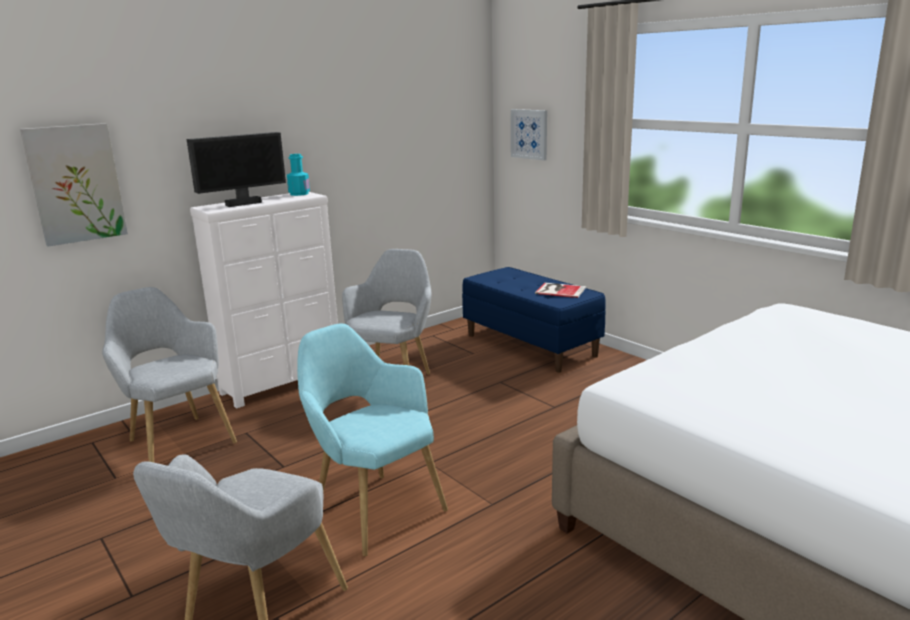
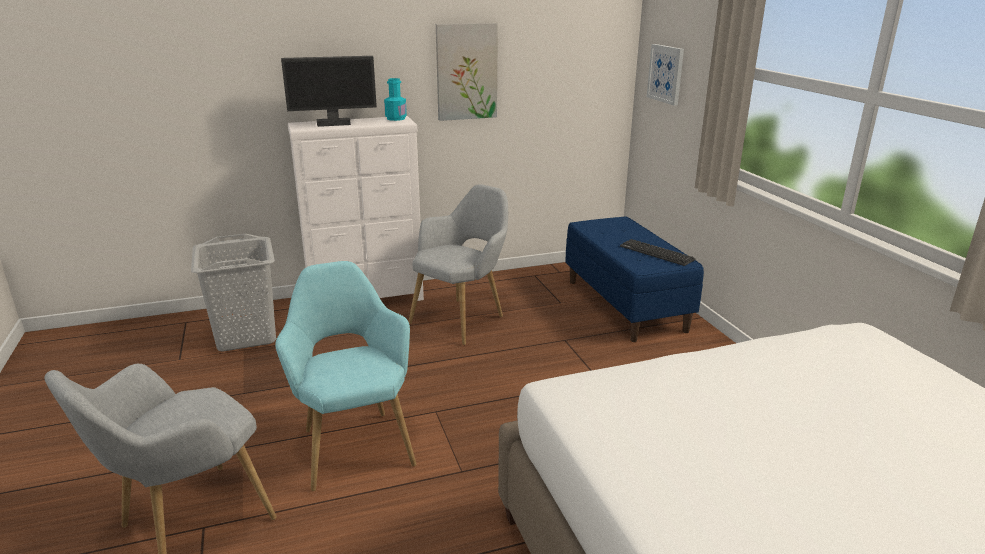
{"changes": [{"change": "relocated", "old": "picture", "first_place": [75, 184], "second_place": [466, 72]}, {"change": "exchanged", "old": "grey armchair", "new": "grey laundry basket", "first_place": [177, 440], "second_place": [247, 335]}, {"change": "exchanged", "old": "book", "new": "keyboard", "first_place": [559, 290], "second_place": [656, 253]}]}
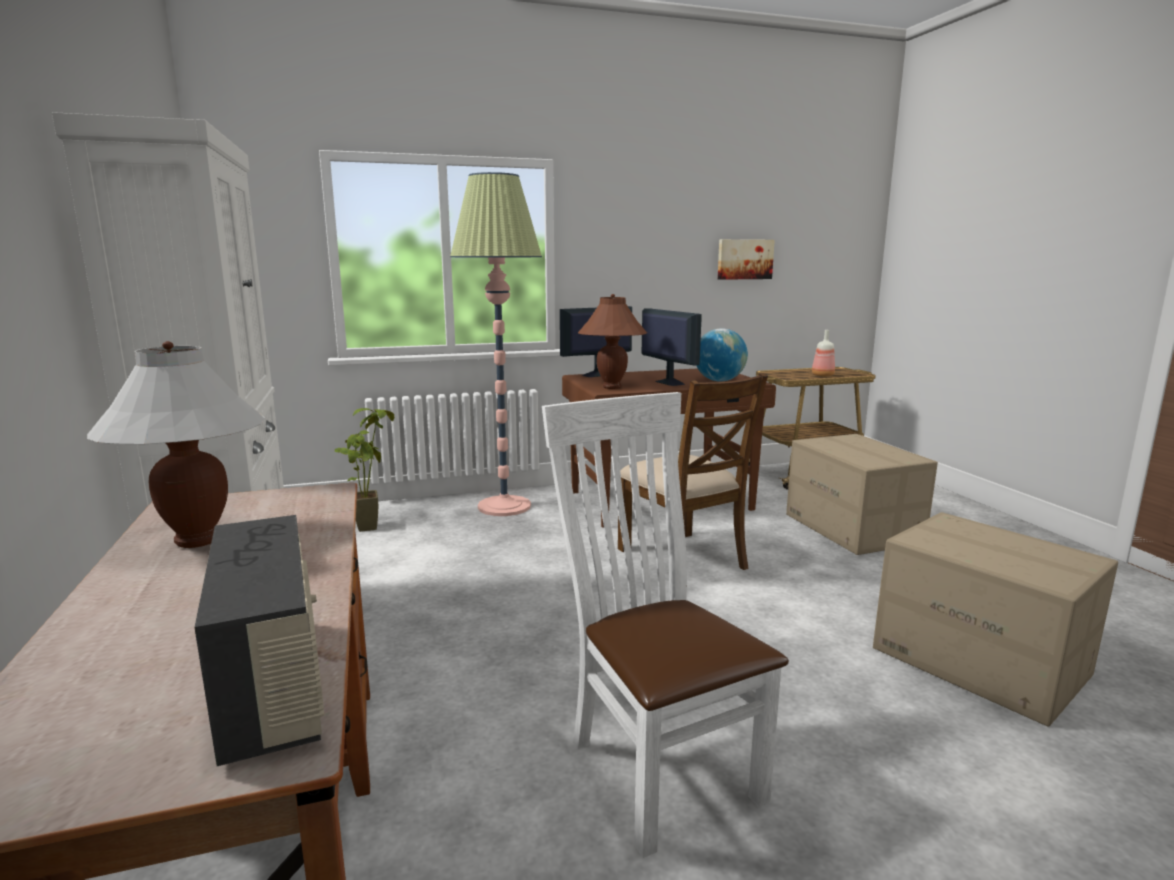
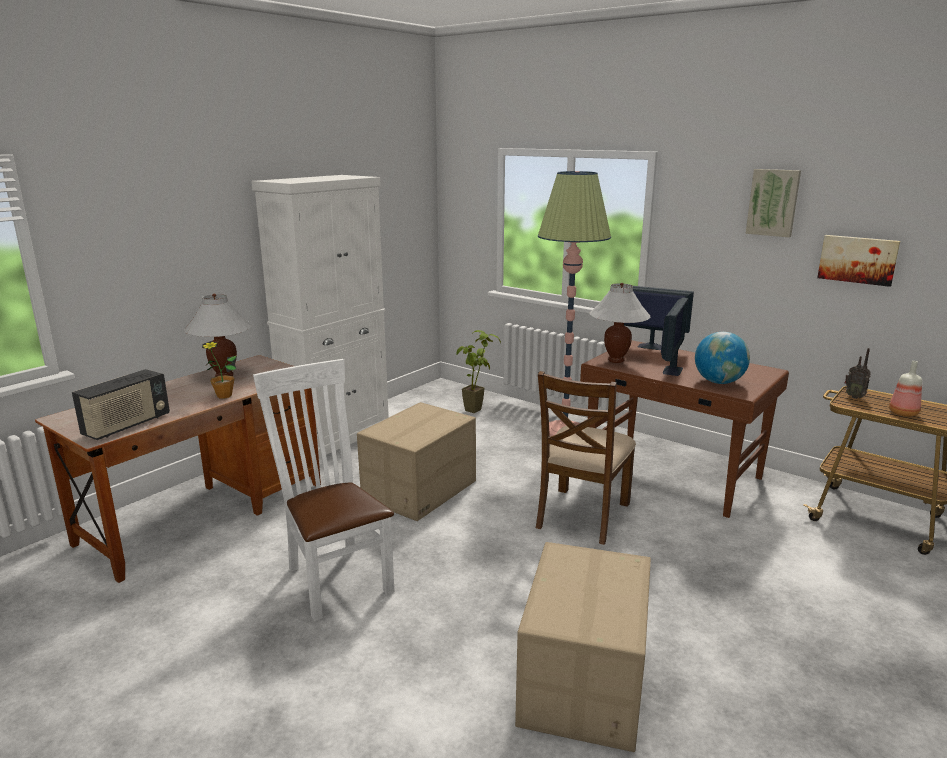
{"changes": [{"change": "appeared", "new": "potted plant", "second_place": [224, 396]}, {"change": "appeared", "new": "picture", "second_place": [773, 202]}, {"change": "appeared", "new": "radio", "second_place": [854, 396]}, {"change": "relocated", "old": "cardboard box", "first_place": [853, 528], "second_place": [420, 490]}, {"change": "colour", "old": "brown table lamp", "new": "white table lamp", "first_place": [611, 387], "second_place": [616, 360]}, {"change": "spun", "old": "white chair", "first_place": [655, 764], "second_place": [335, 577], "degrees": -60}]}
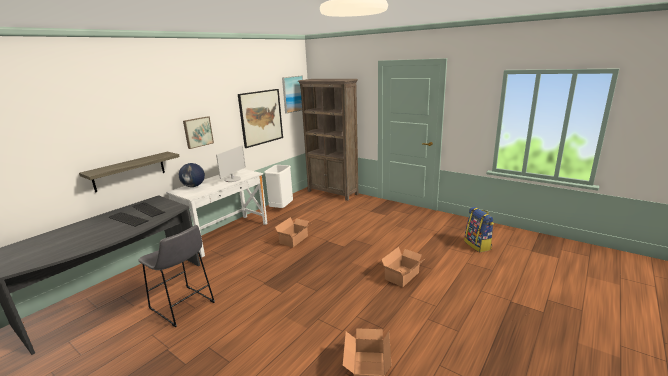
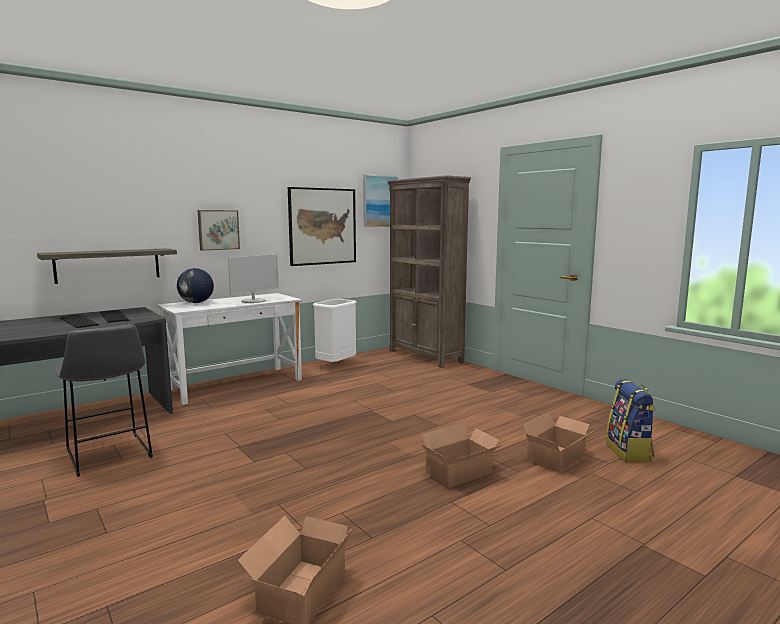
{"changes": [{"change": "relocated", "old": "cardboard box", "first_place": [295, 239], "second_place": [559, 458]}]}
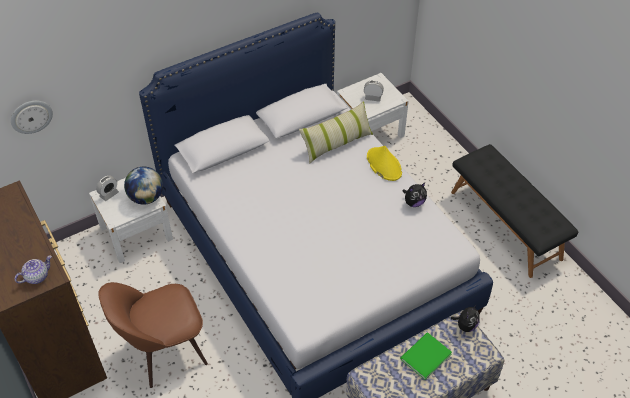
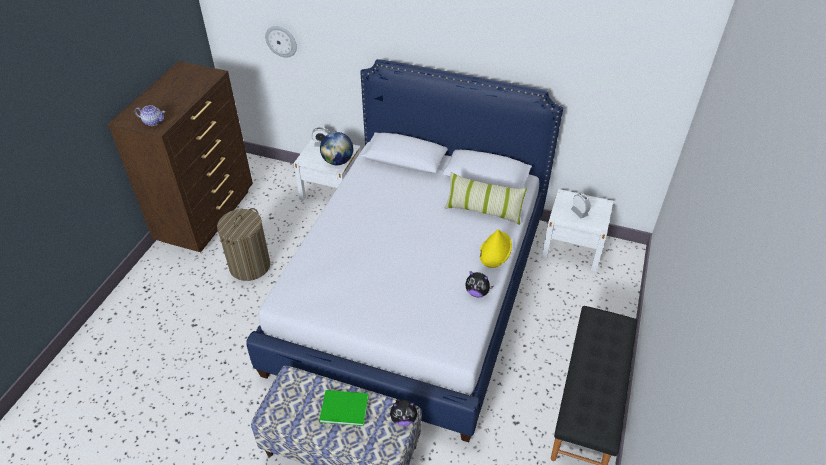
{"changes": [{"change": "exchanged", "old": "brown chair", "new": "laundry basket", "first_place": [163, 350], "second_place": [250, 266]}]}
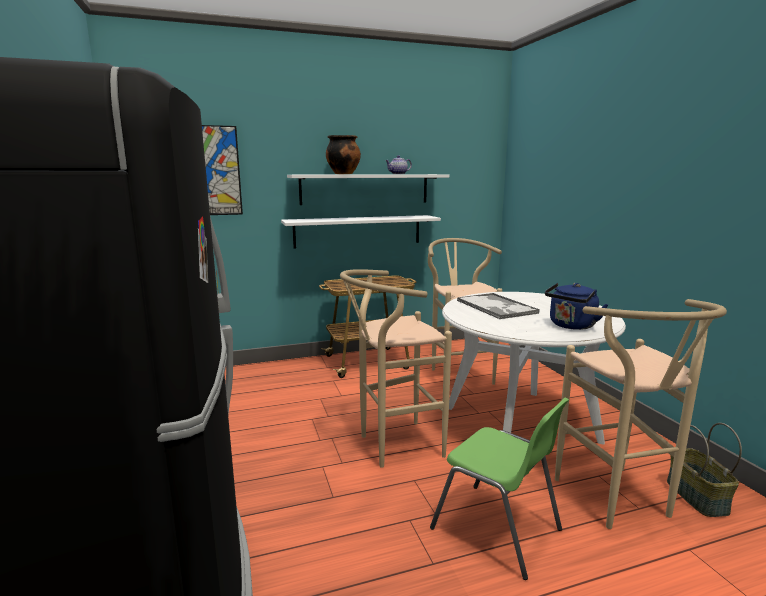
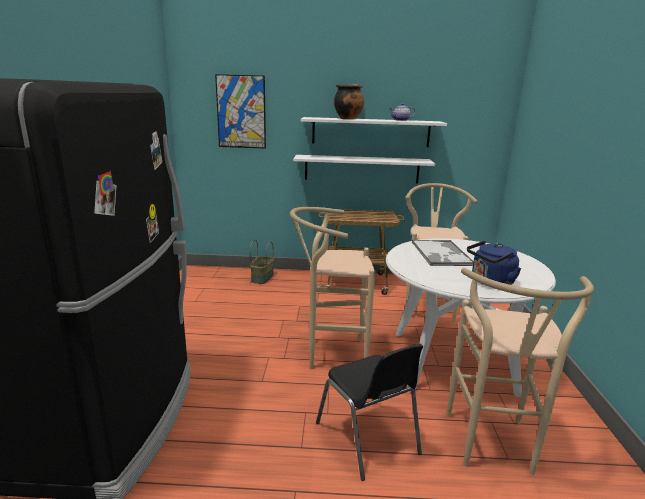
{"changes": [{"change": "relocated", "old": "basket", "first_place": [695, 496], "second_place": [262, 277]}, {"change": "colour", "old": "green chair", "new": "black chair", "first_place": [498, 530], "second_place": [368, 439]}]}
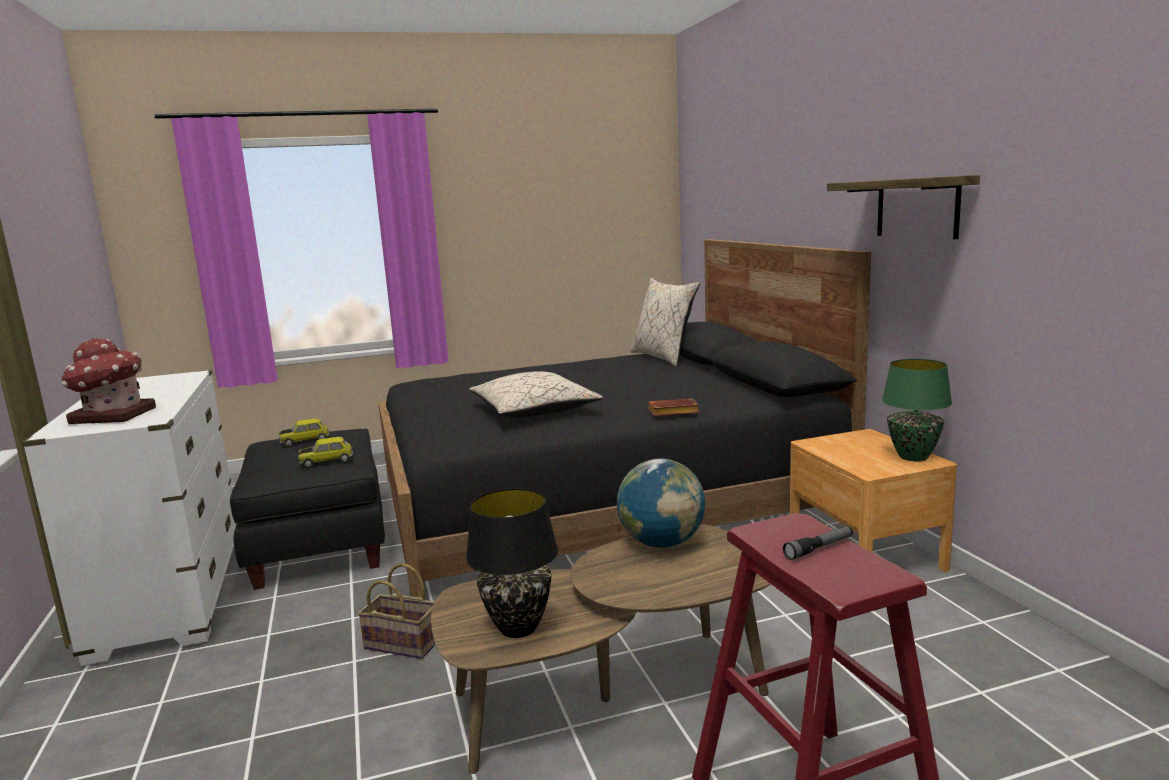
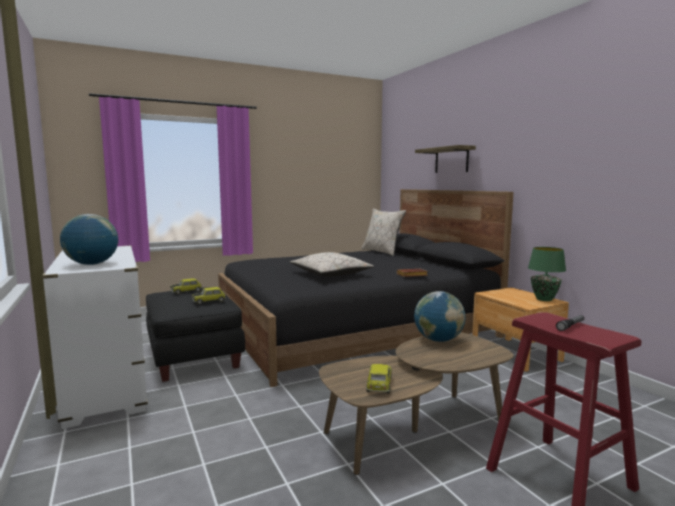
{"changes": [{"change": "missing", "old": "basket", "first_place": [405, 643]}, {"change": "relocated", "old": "shelf", "first_place": [917, 207], "second_place": [451, 160]}, {"change": "exchanged", "old": "toy house", "new": "globe", "first_place": [112, 416], "second_place": [92, 264]}, {"change": "exchanged", "old": "black table lamp", "new": "toy car", "first_place": [517, 628], "second_place": [379, 385]}]}
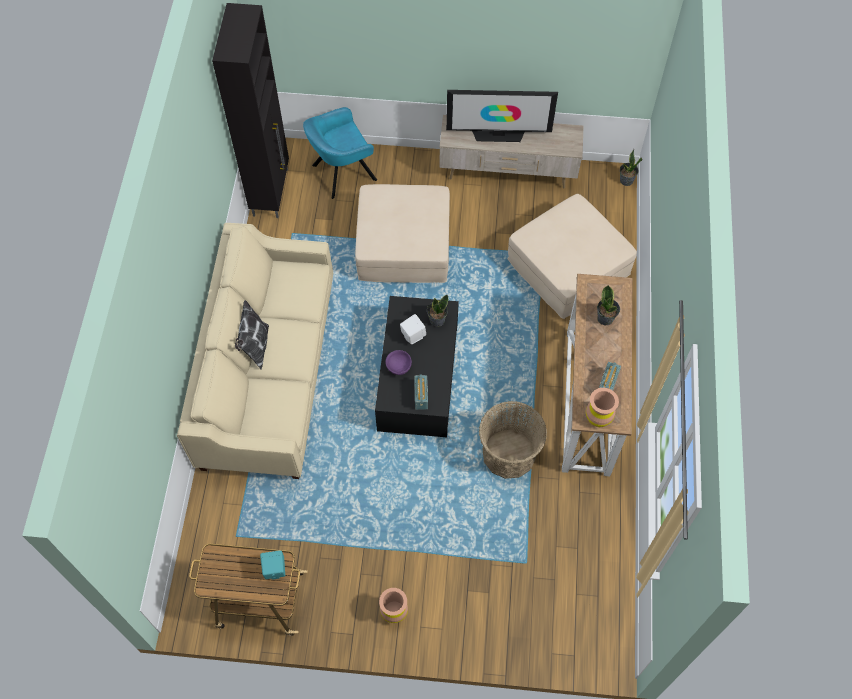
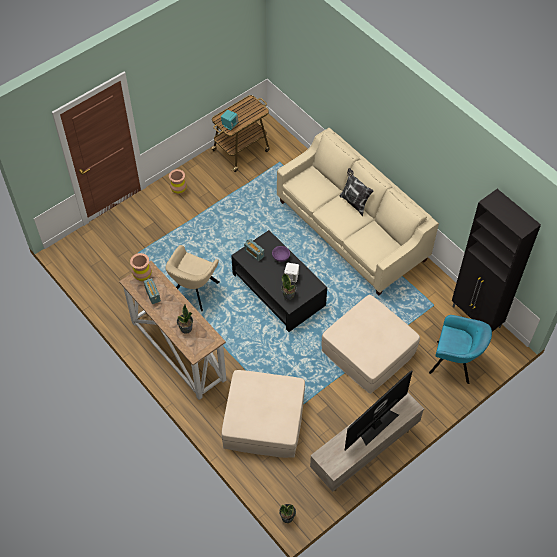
{"changes": [{"change": "exchanged", "old": "basket", "new": "beige armchair", "first_place": [509, 454], "second_place": [193, 292]}, {"change": "spun", "old": "turquoise armchair", "first_place": [341, 173], "second_place": [455, 362], "degrees": 90}]}
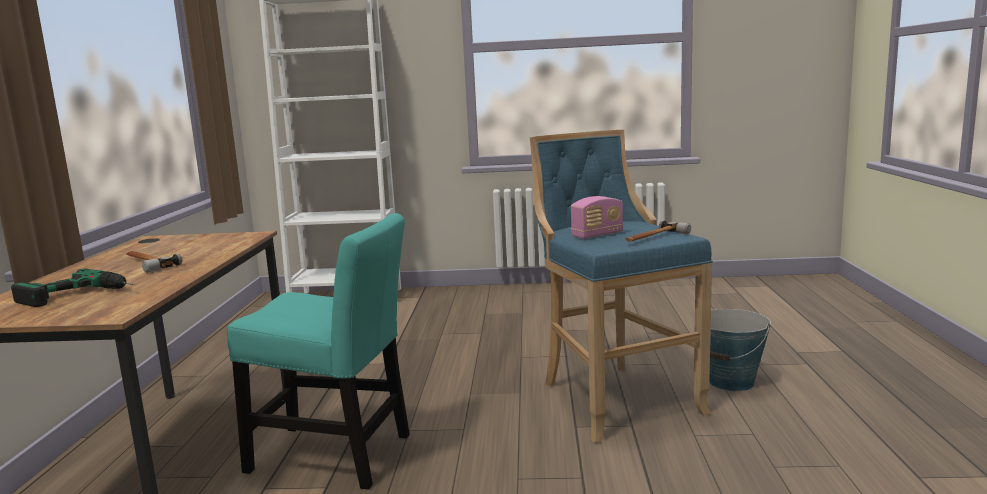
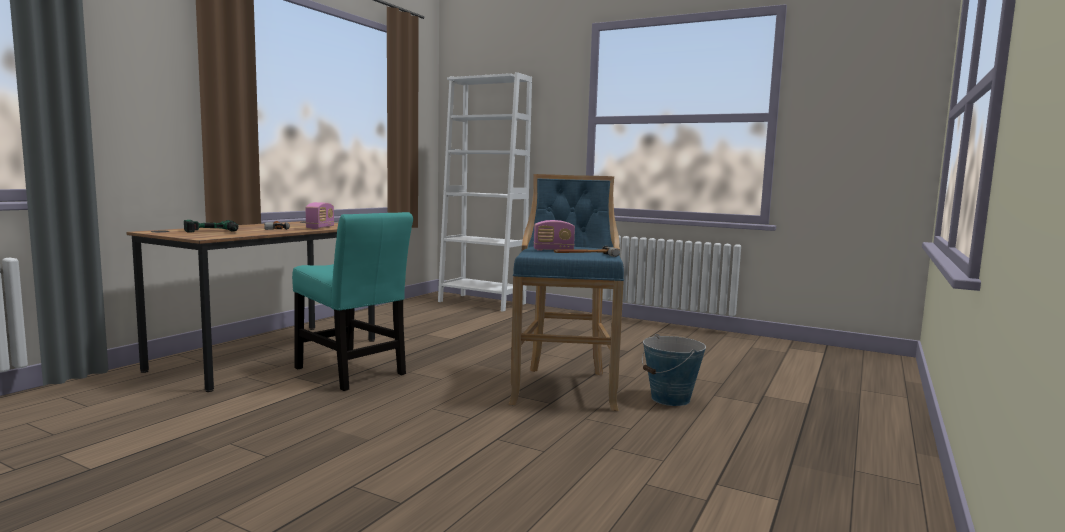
{"changes": [{"change": "appeared", "new": "radio", "second_place": [320, 228]}]}
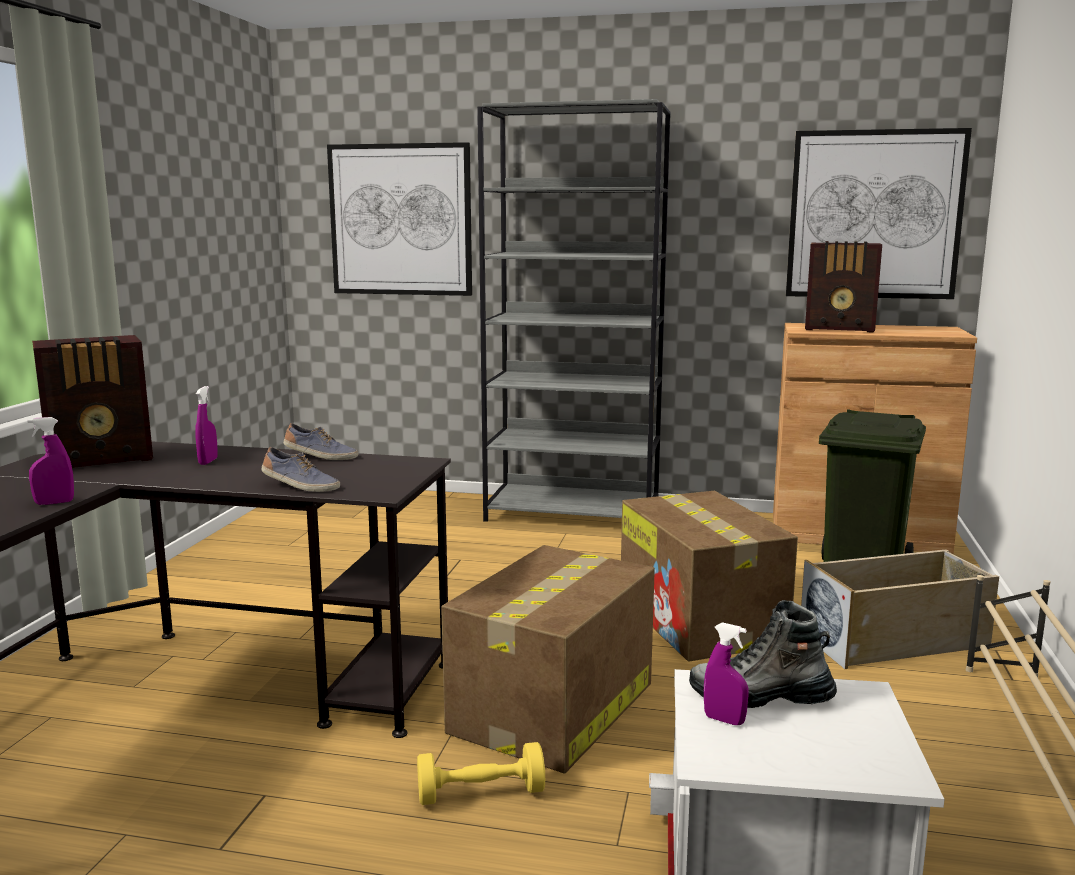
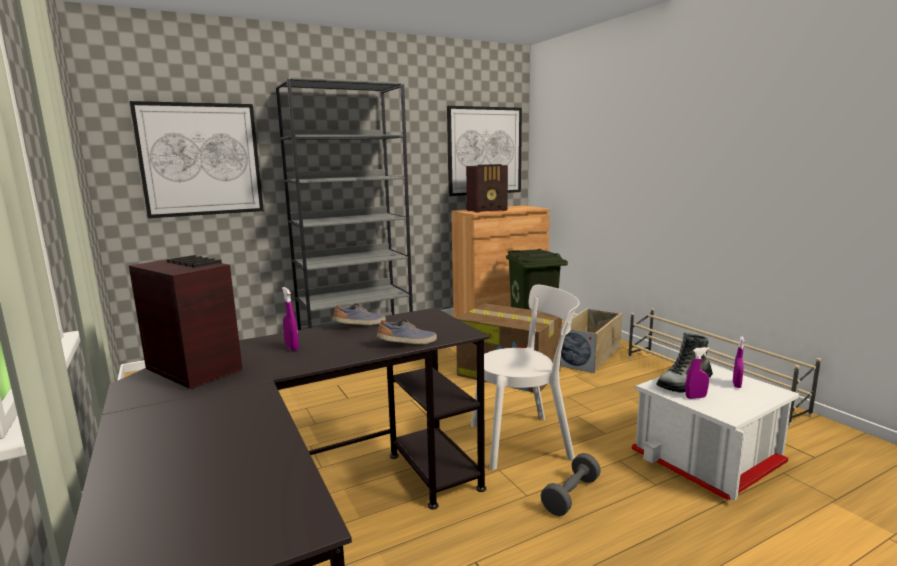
{"changes": [{"change": "relocated", "old": "purple spray bottle", "first_place": [54, 503], "second_place": [736, 385]}, {"change": "exchanged", "old": "cardboard box", "new": "white chair", "first_place": [551, 709], "second_place": [525, 440]}, {"change": "colour", "old": "yellow dumbbell", "new": "grey dumbbell", "first_place": [481, 794], "second_place": [571, 495]}, {"change": "spun", "old": "radio", "first_place": [102, 459], "second_place": [195, 369], "degrees": -75}]}
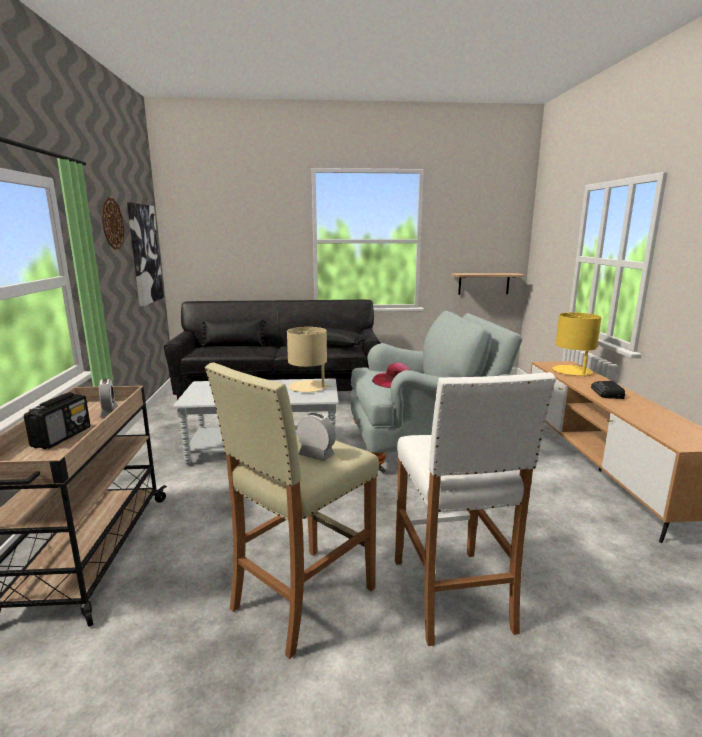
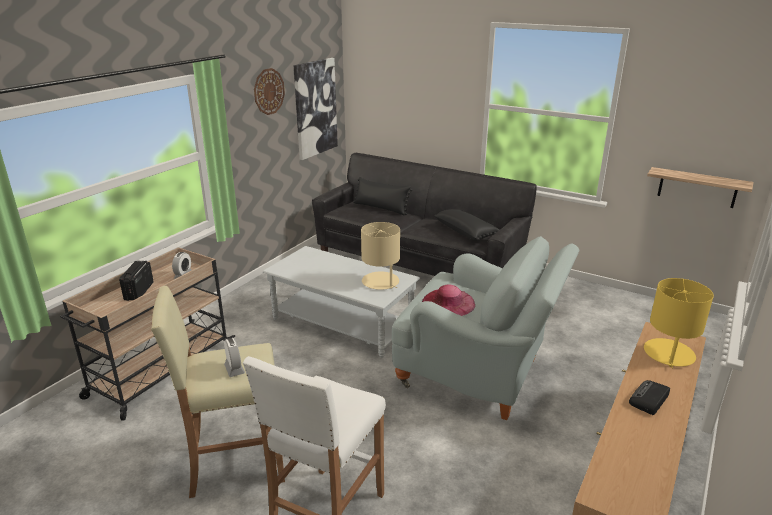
{"changes": [{"change": "spun", "old": "radio", "first_place": [62, 437], "second_place": [139, 291], "degrees": 135}]}
